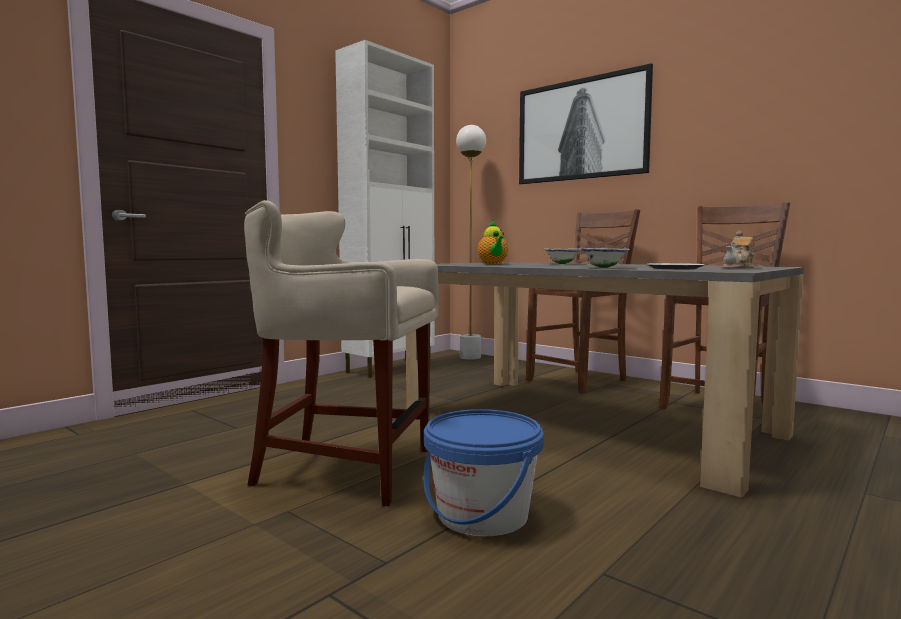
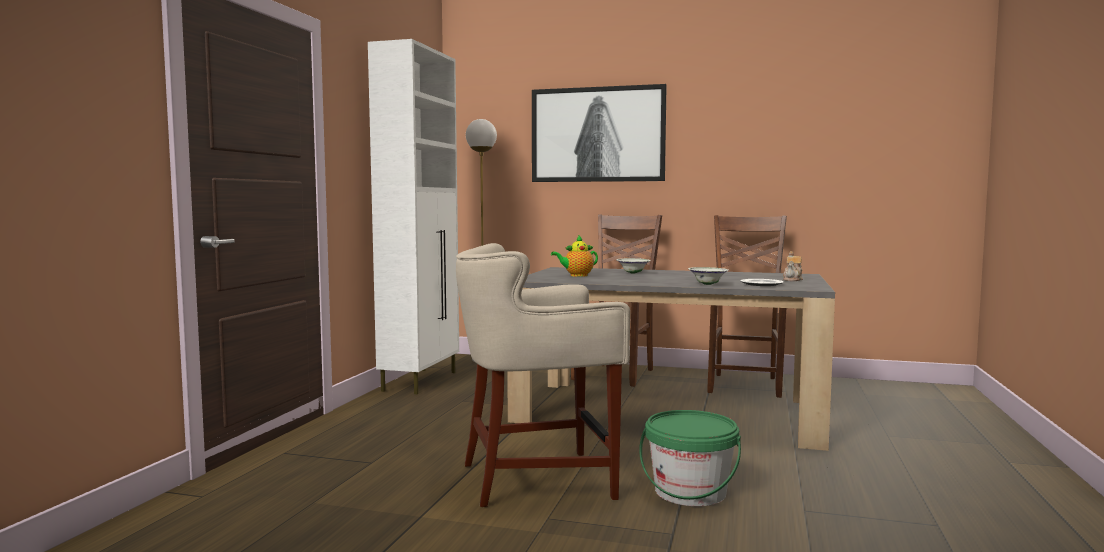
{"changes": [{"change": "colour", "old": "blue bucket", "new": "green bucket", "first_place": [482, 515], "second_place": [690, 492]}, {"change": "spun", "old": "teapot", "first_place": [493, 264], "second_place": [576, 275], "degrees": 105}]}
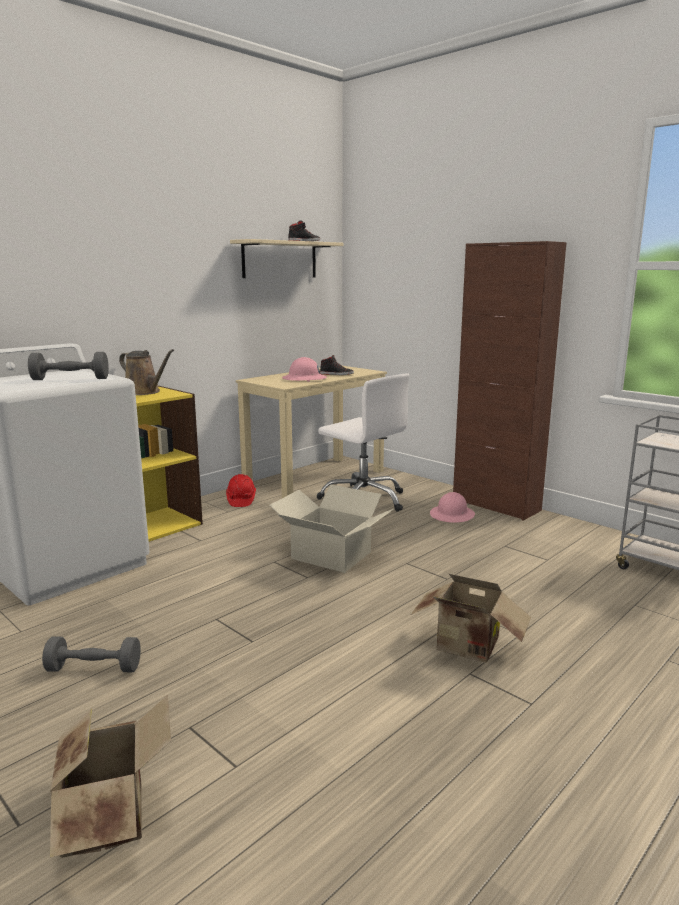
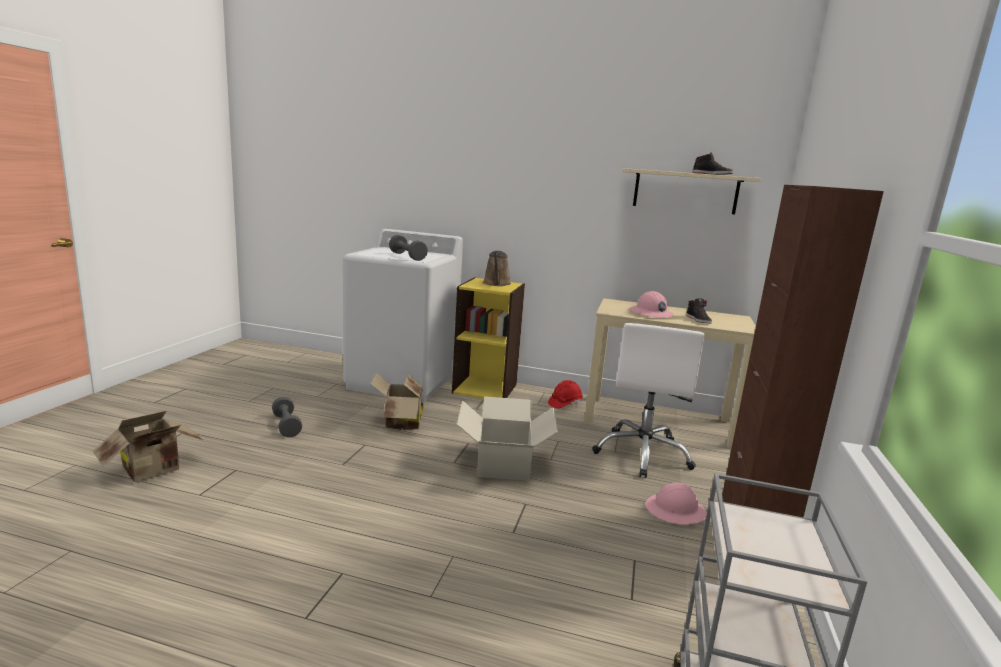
{"changes": [{"change": "relocated", "old": "cardboard box", "first_place": [468, 649], "second_place": [399, 423]}]}
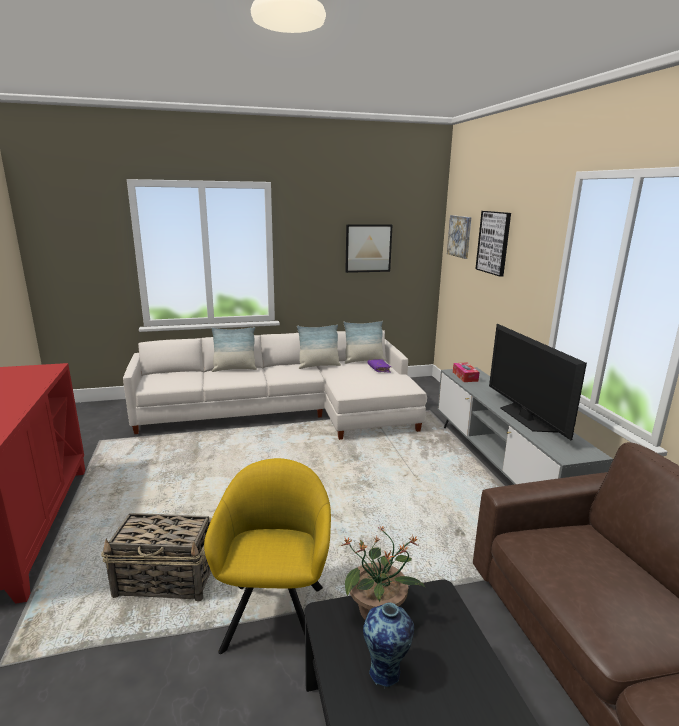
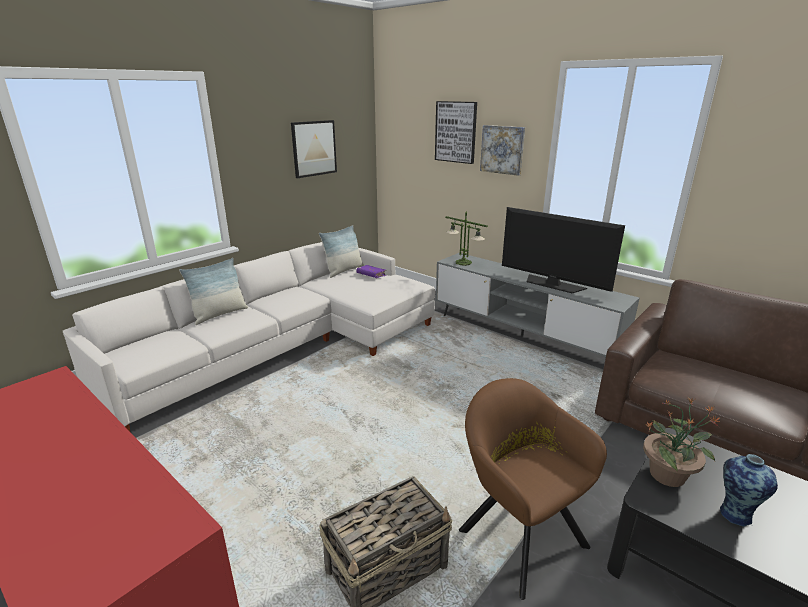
{"changes": [{"change": "missing", "old": "pillow", "first_place": [318, 366]}, {"change": "relocated", "old": "picture", "first_place": [460, 236], "second_place": [502, 149]}, {"change": "exchanged", "old": "tissue box", "new": "table lamp", "first_place": [465, 376], "second_place": [463, 262]}, {"change": "colour", "old": "yellow armchair", "new": "brown armchair", "first_place": [276, 611], "second_place": [517, 533]}]}
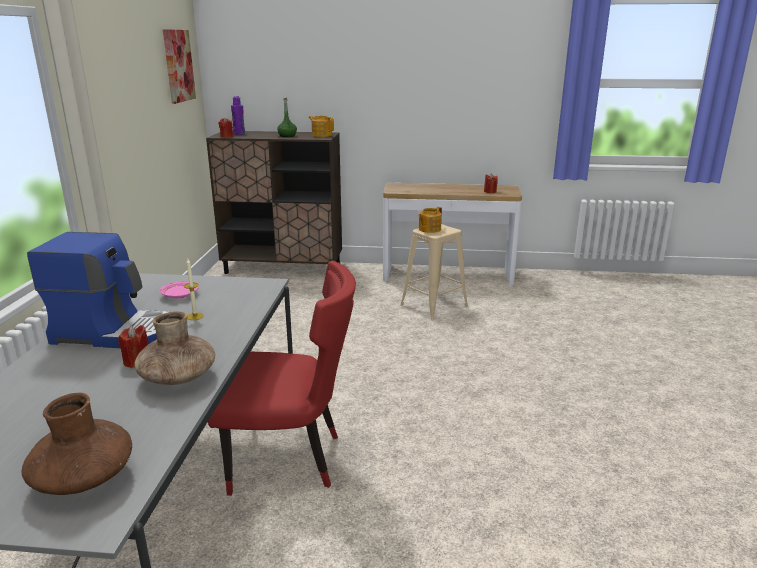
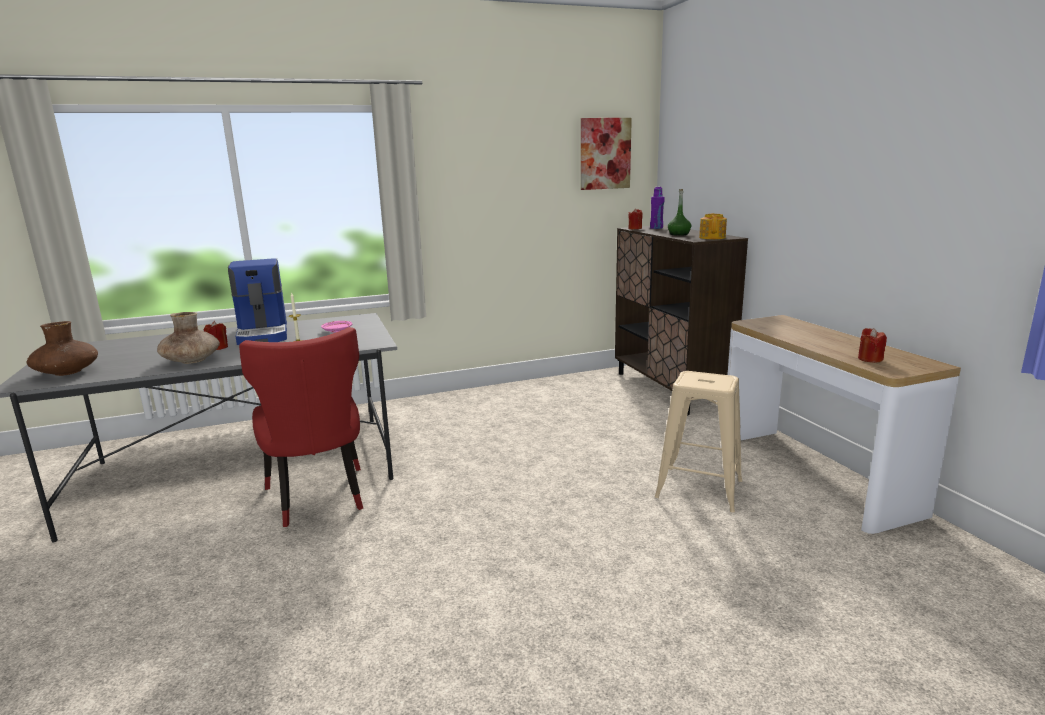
{"changes": [{"change": "missing", "old": "teapot", "first_place": [429, 229]}]}
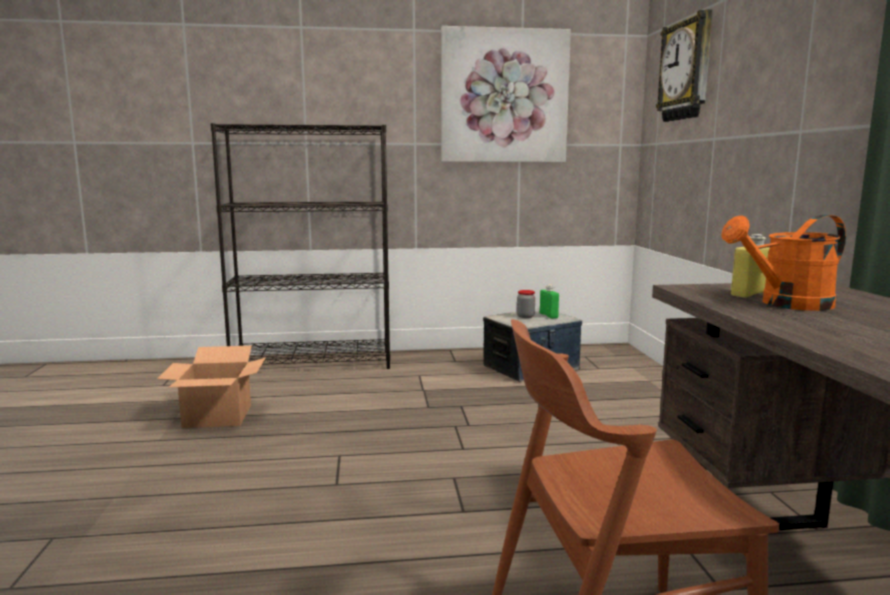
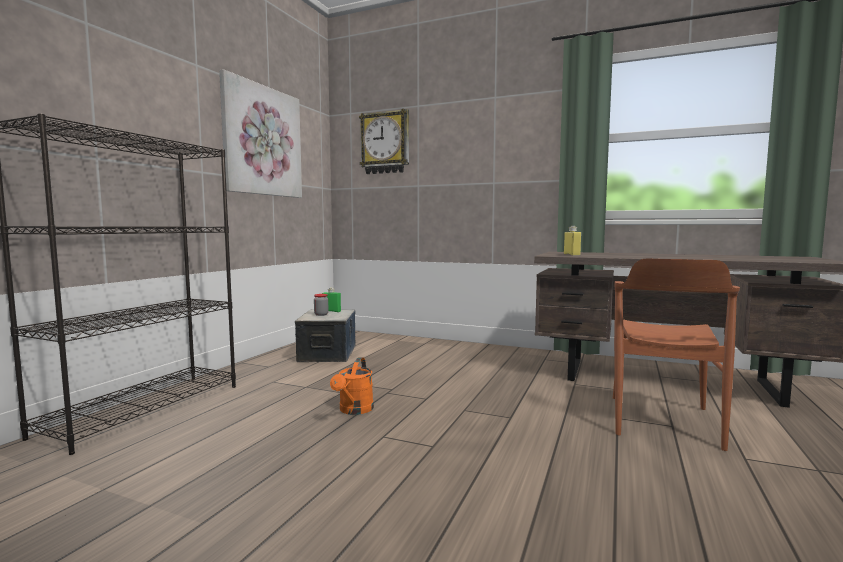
{"changes": [{"change": "missing", "old": "cardboard box", "first_place": [219, 416]}, {"change": "relocated", "old": "orange watering can", "first_place": [786, 304], "second_place": [354, 410]}]}
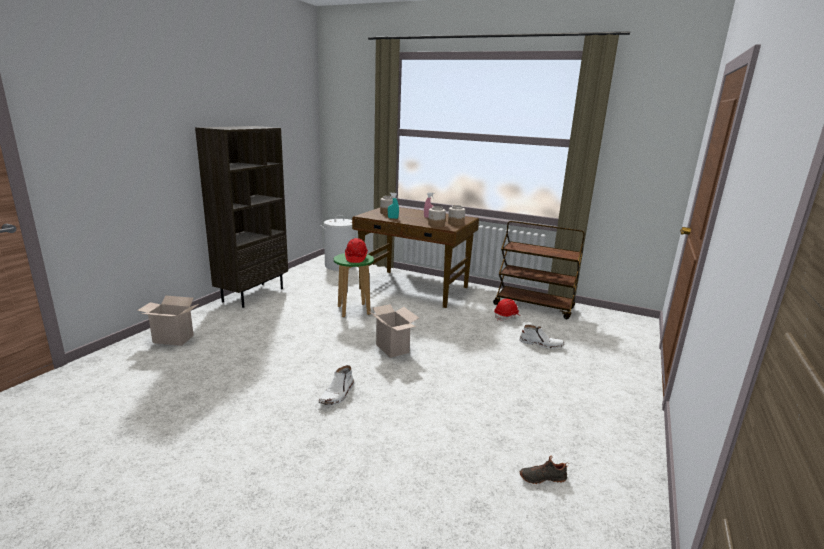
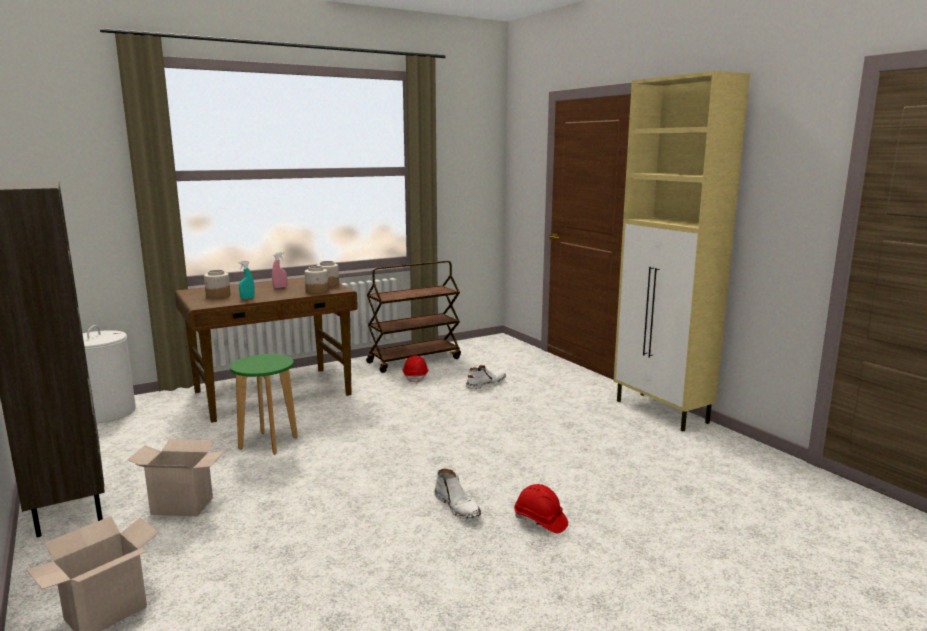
{"changes": [{"change": "missing", "old": "black shoe", "first_place": [542, 477]}, {"change": "appeared", "new": "beige cabinet", "second_place": [662, 412]}, {"change": "relocated", "old": "red hard hat", "first_place": [356, 258], "second_place": [540, 521]}, {"change": "relocated", "old": "cardboard box", "first_place": [393, 349], "second_place": [184, 505]}]}
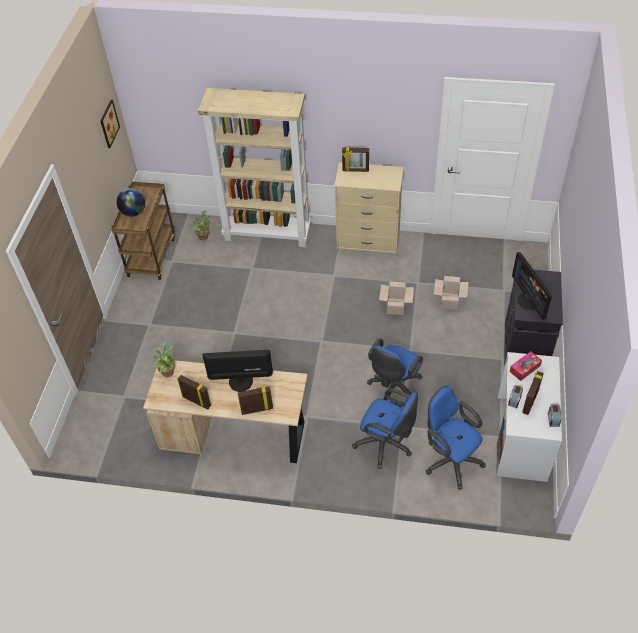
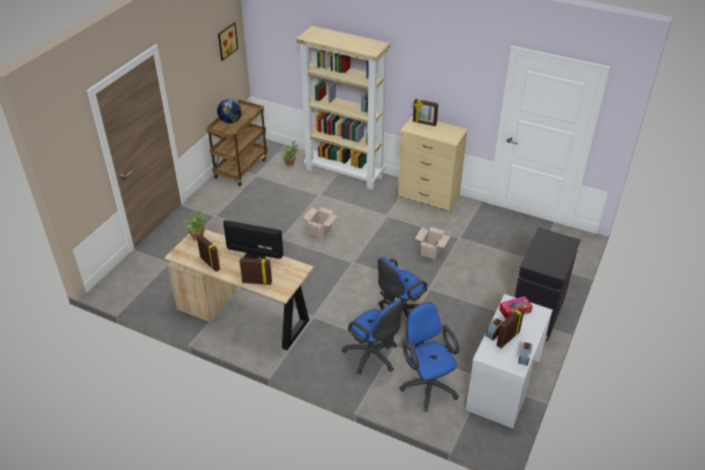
{"changes": [{"change": "missing", "old": "monitor", "first_place": [529, 301]}, {"change": "relocated", "old": "cardboard box", "first_place": [449, 301], "second_place": [320, 230]}]}
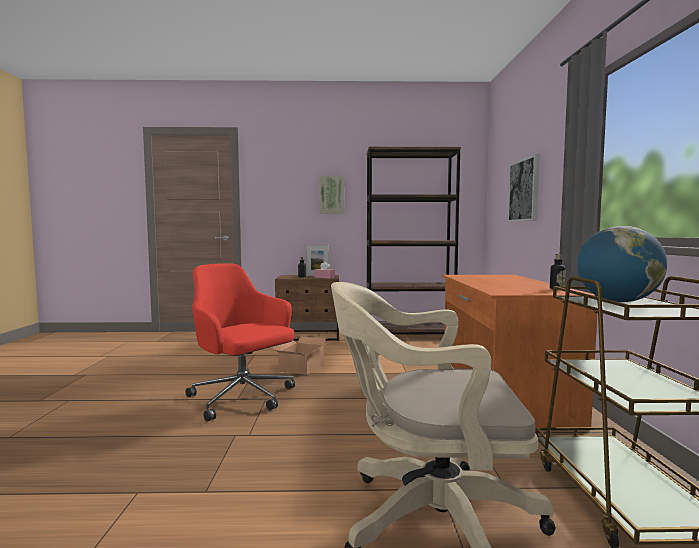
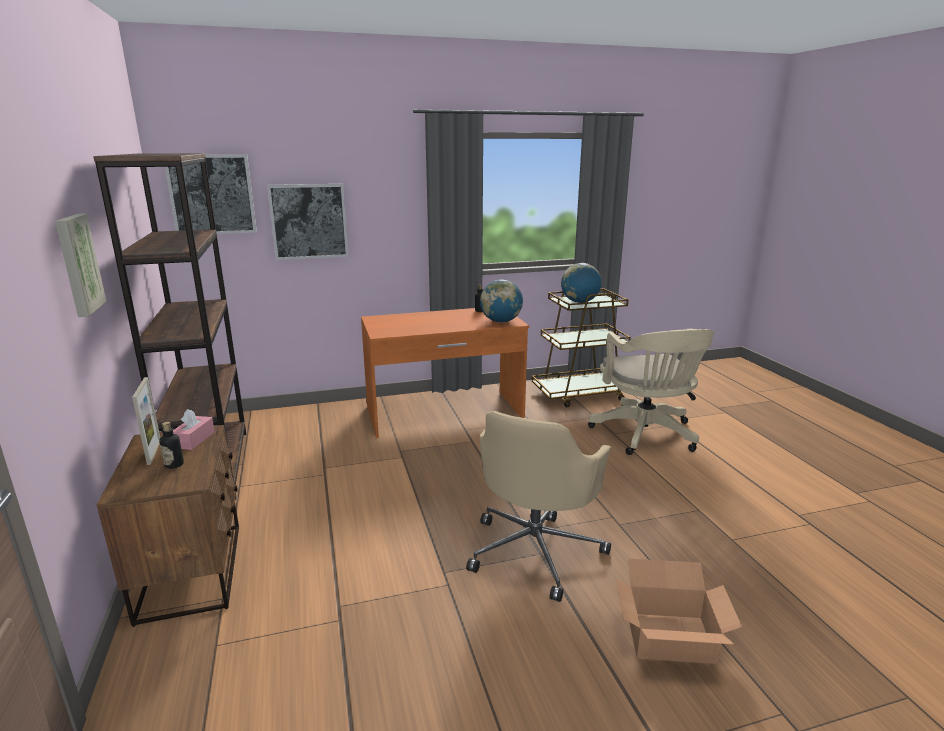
{"changes": [{"change": "appeared", "new": "picture", "second_place": [212, 194]}, {"change": "appeared", "new": "globe", "second_place": [501, 321]}, {"change": "relocated", "old": "cardboard box", "first_place": [302, 367], "second_place": [668, 636]}, {"change": "colour", "old": "red office chair", "new": "beige office chair", "first_place": [243, 398], "second_place": [536, 550]}]}
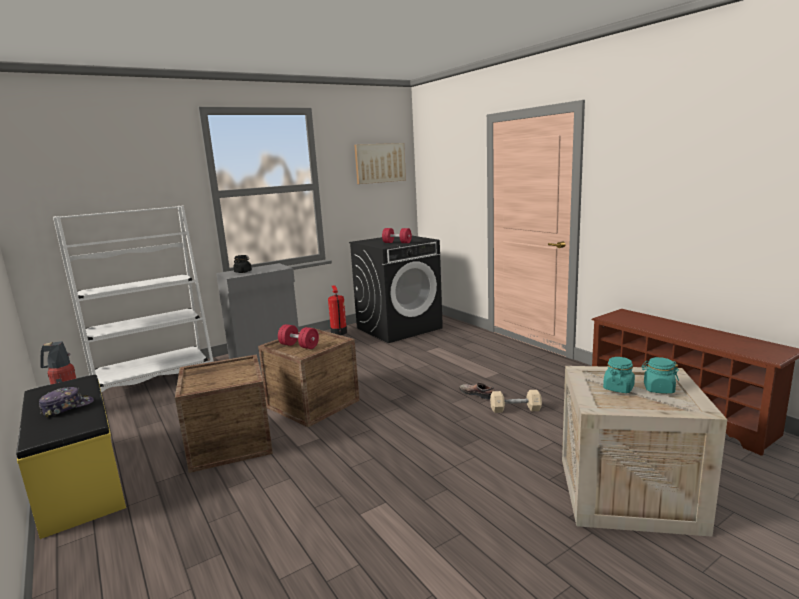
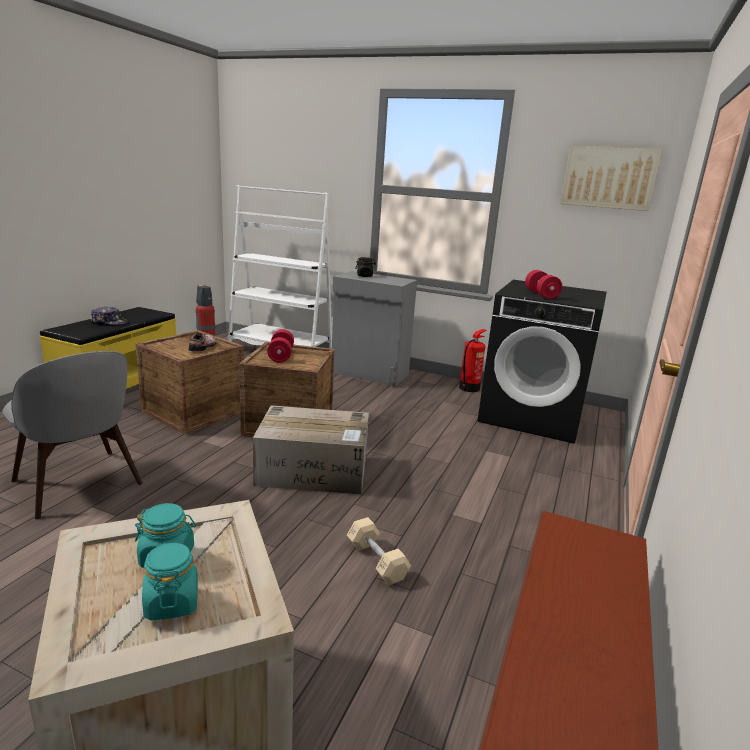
{"changes": [{"change": "appeared", "new": "grey chair", "second_place": [79, 484]}, {"change": "appeared", "new": "cardboard box", "second_place": [314, 470]}, {"change": "relocated", "old": "shoe", "first_place": [477, 394], "second_place": [203, 347]}]}
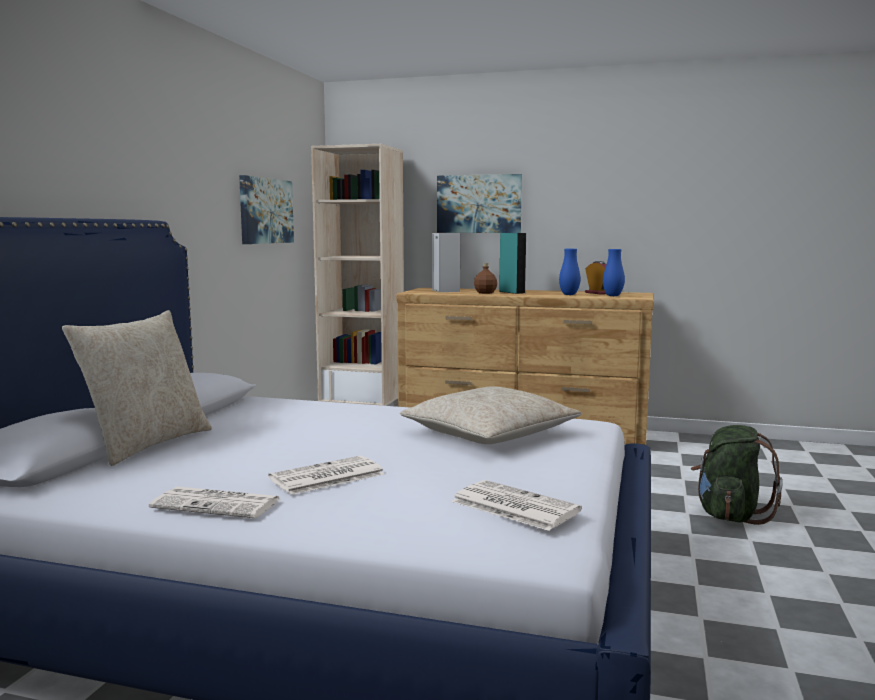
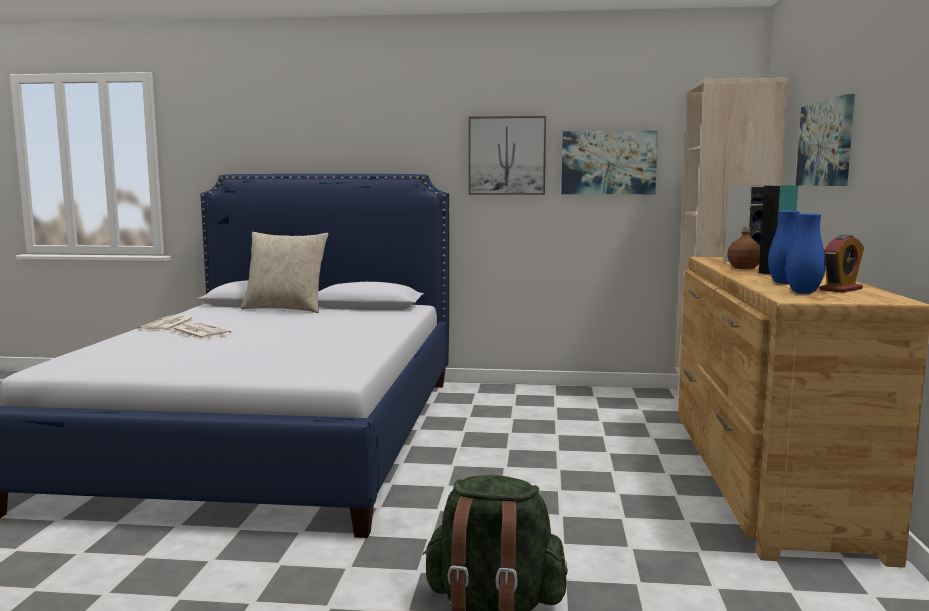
{"changes": [{"change": "missing", "old": "beige pillow", "first_place": [489, 433]}, {"change": "missing", "old": "newspaper", "first_place": [513, 506]}, {"change": "appeared", "new": "picture", "second_place": [507, 156]}]}
